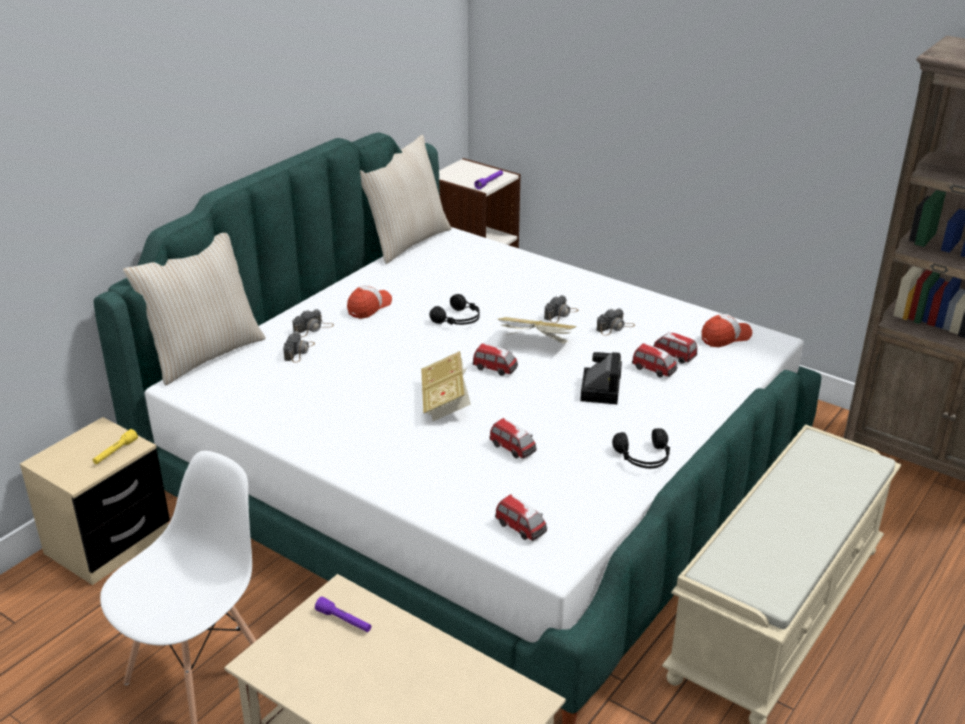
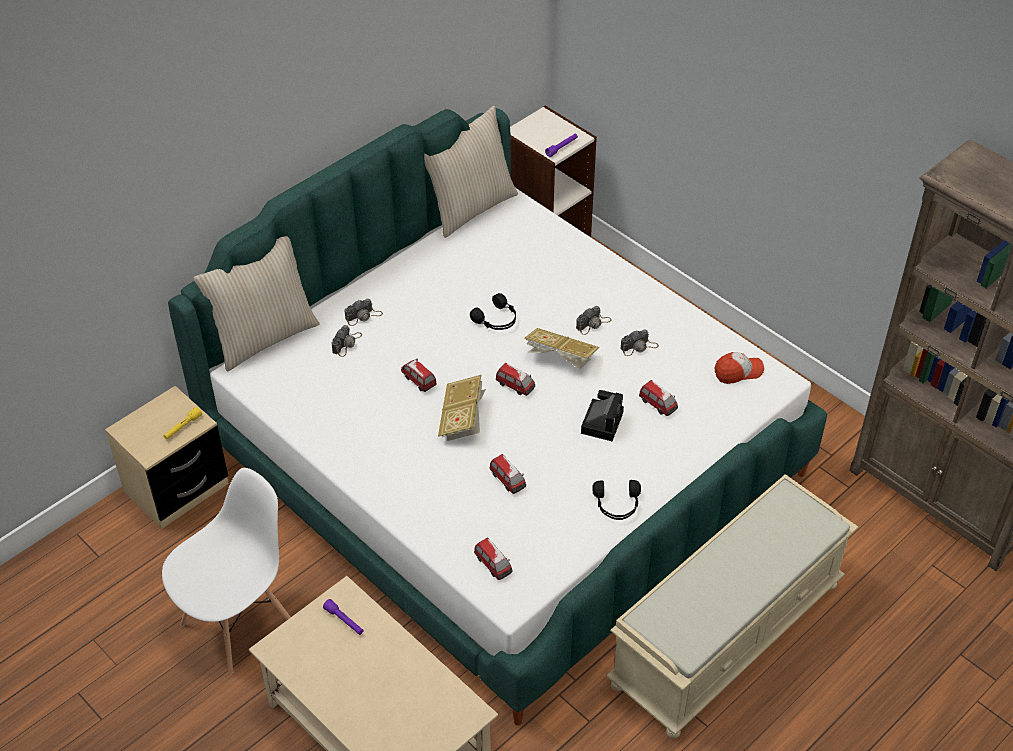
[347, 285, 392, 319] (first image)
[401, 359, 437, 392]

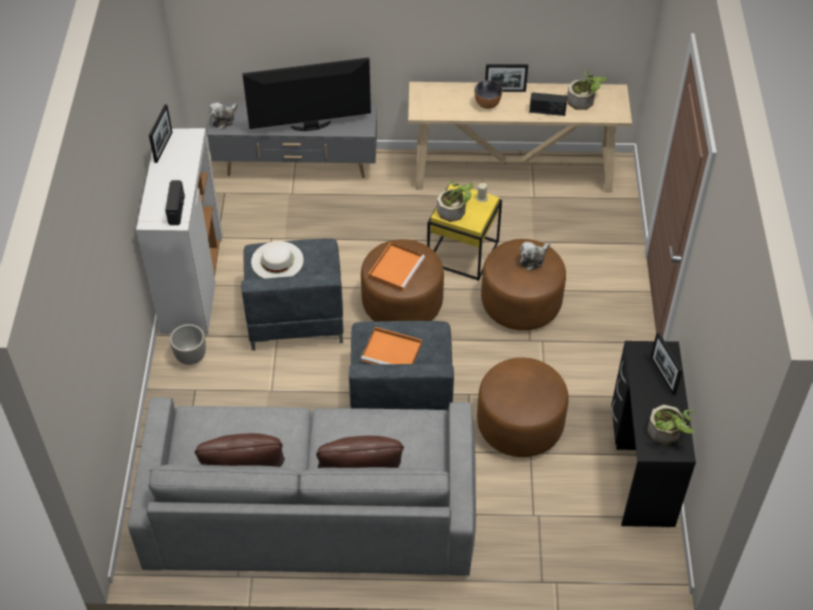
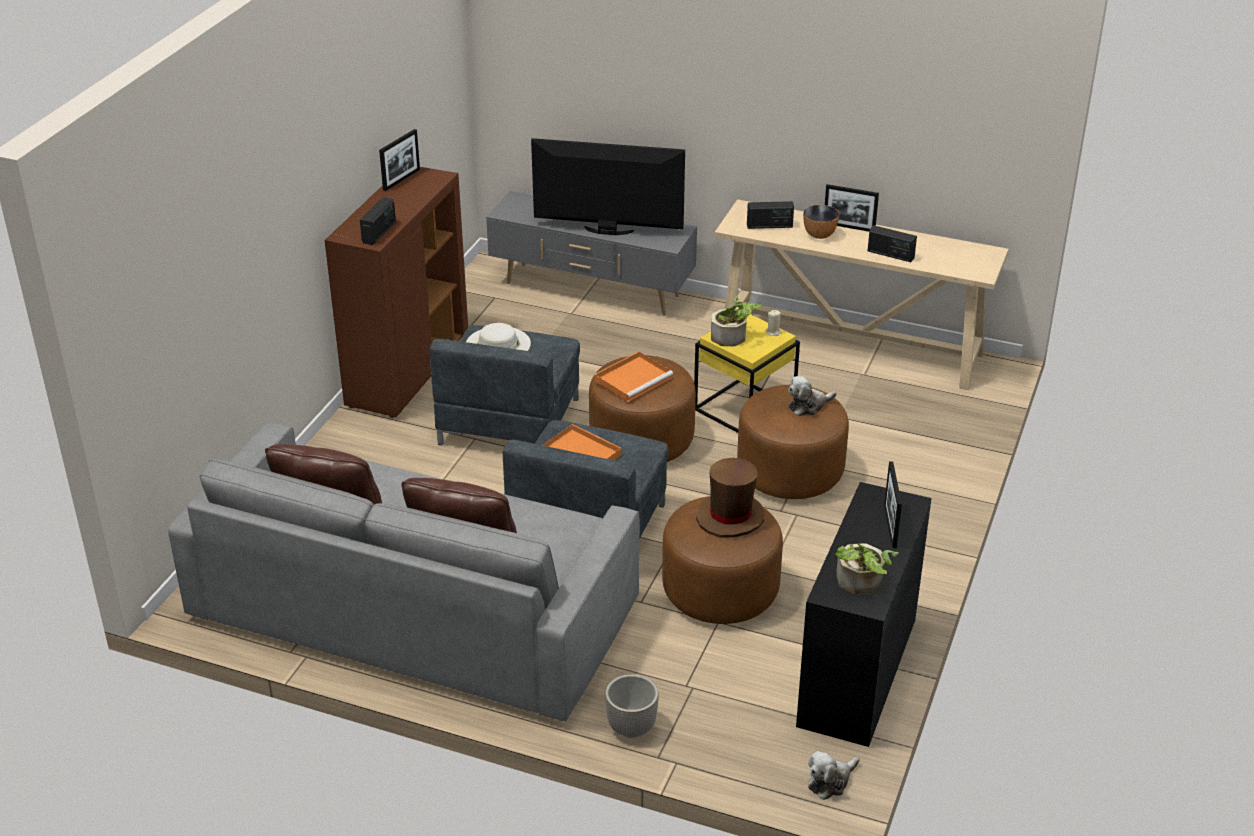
[567, 70, 606, 110] (first image)
[808, 751, 859, 800]
[324, 167, 468, 418]
[605, 674, 659, 738]
[747, 201, 794, 229]
[696, 458, 765, 538]

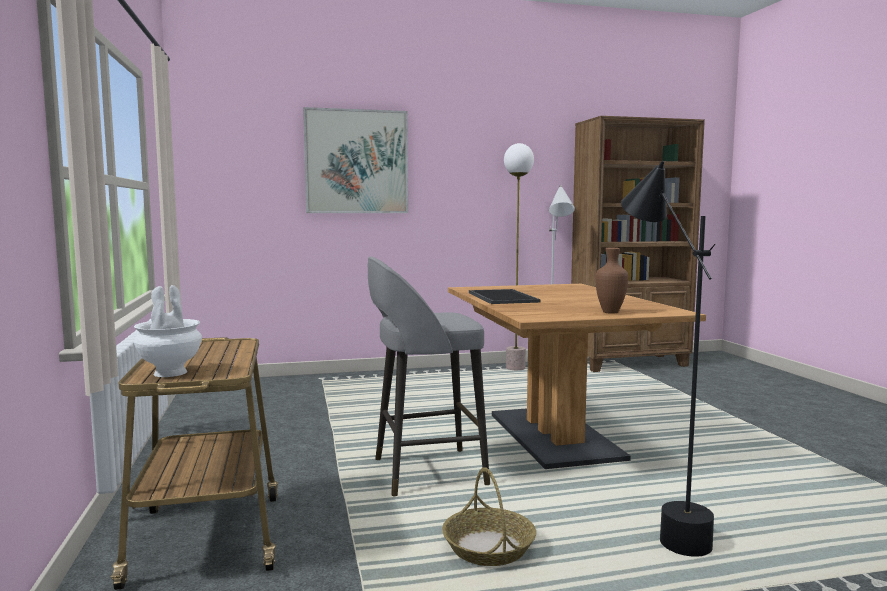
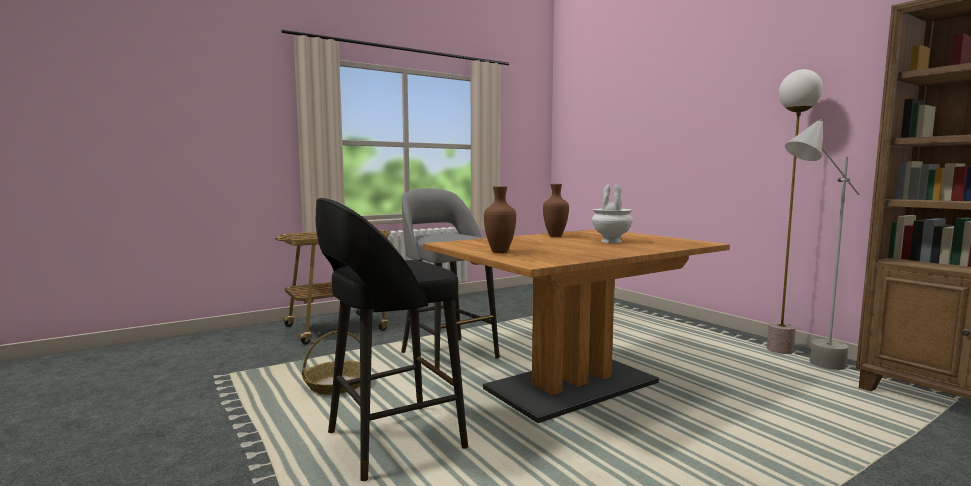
[303, 107, 408, 213] (first image)
[316, 198, 468, 481]
[592, 185, 633, 243]
[543, 184, 569, 237]

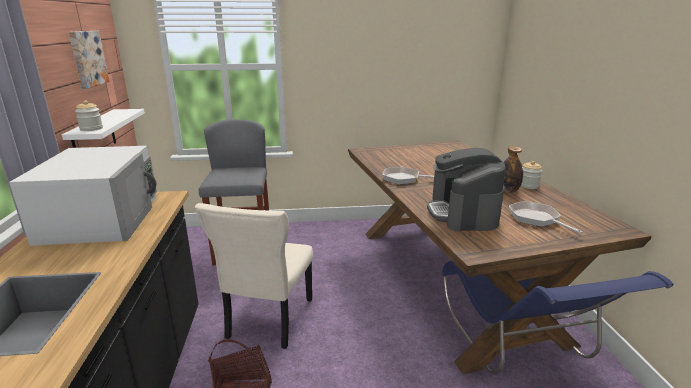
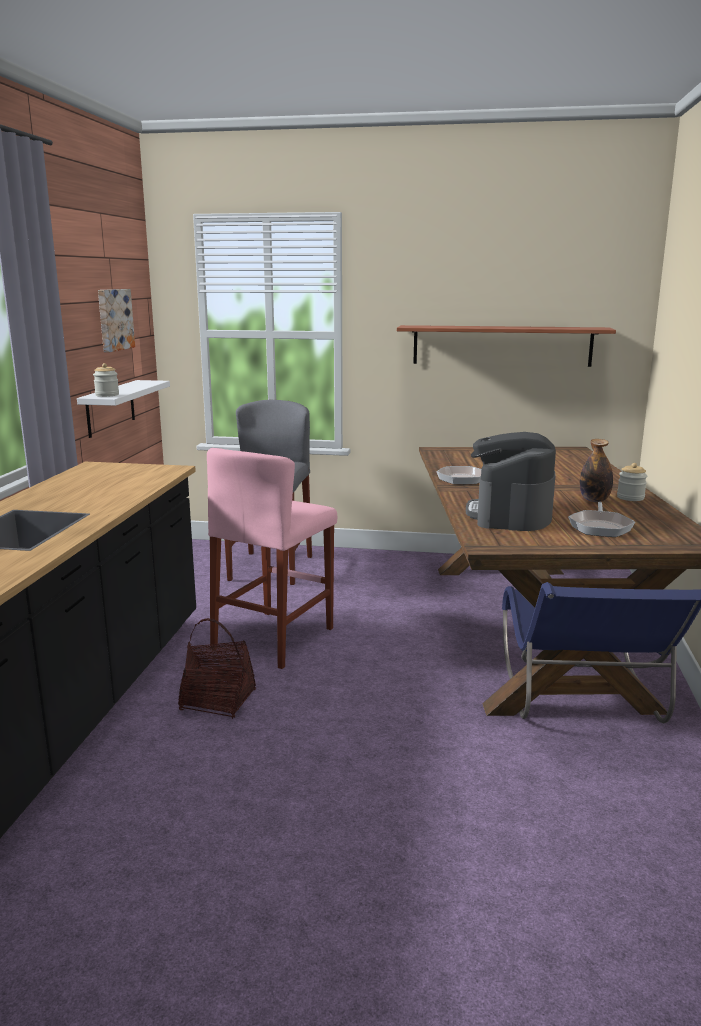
[9, 146, 157, 246] (first image)
[568, 502, 635, 537]
[207, 448, 337, 669]
[397, 325, 616, 367]

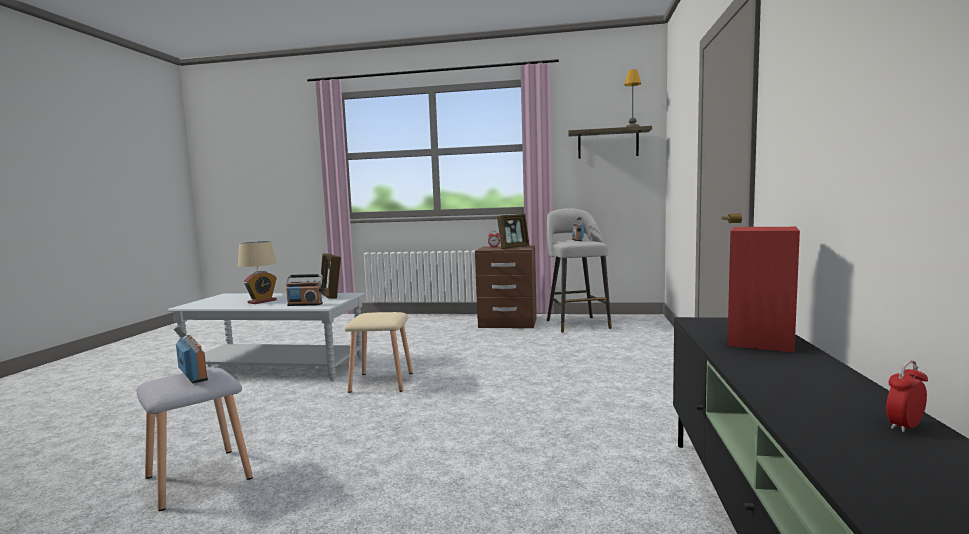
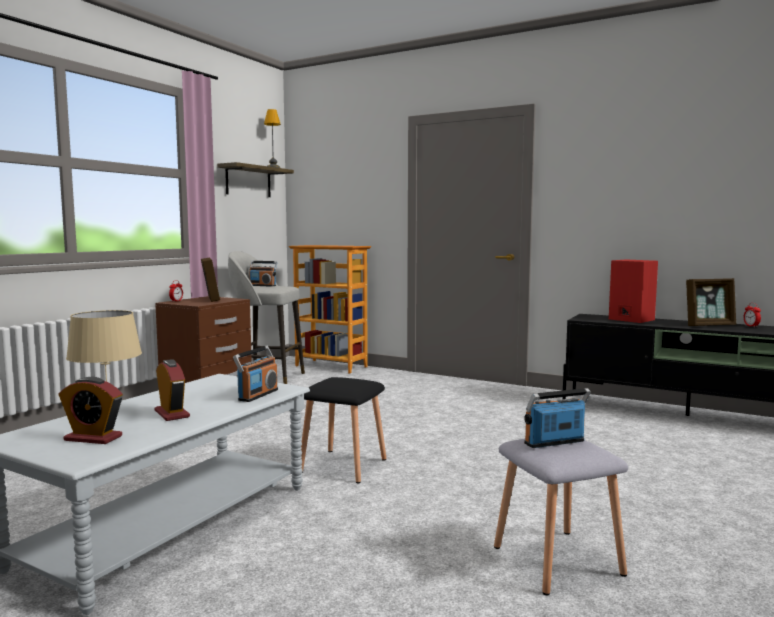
[686, 278, 736, 326]
[301, 377, 387, 483]
[289, 245, 372, 374]
[59, 377, 123, 444]

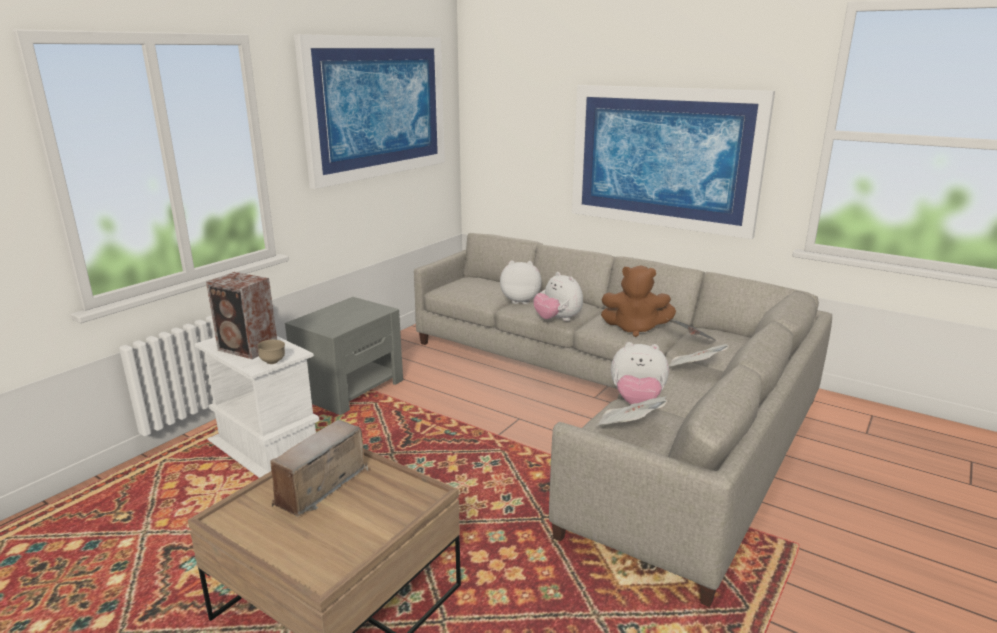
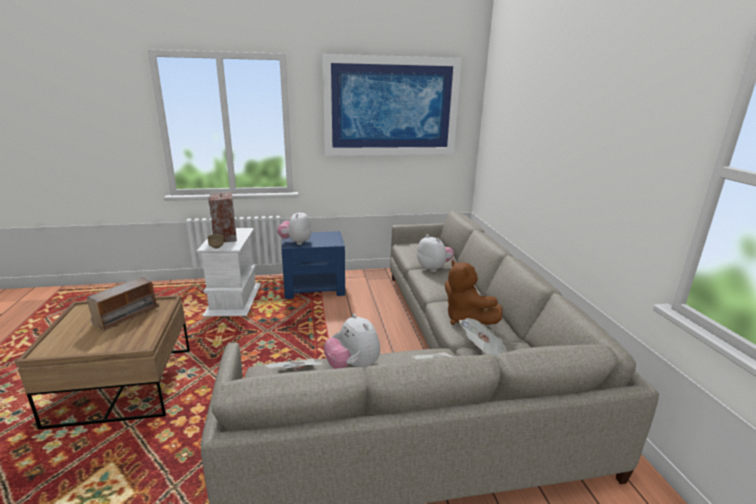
[572, 85, 775, 239] (first image)
[277, 210, 311, 245]
[282, 231, 345, 299]
[87, 277, 159, 331]

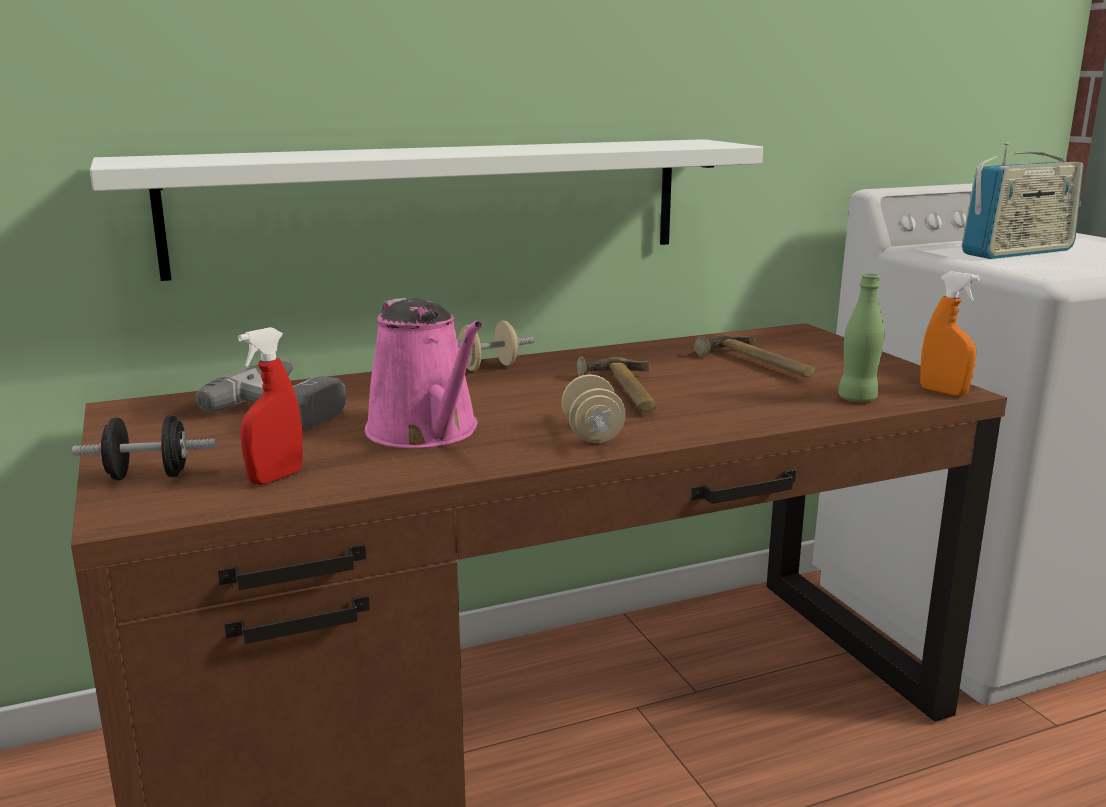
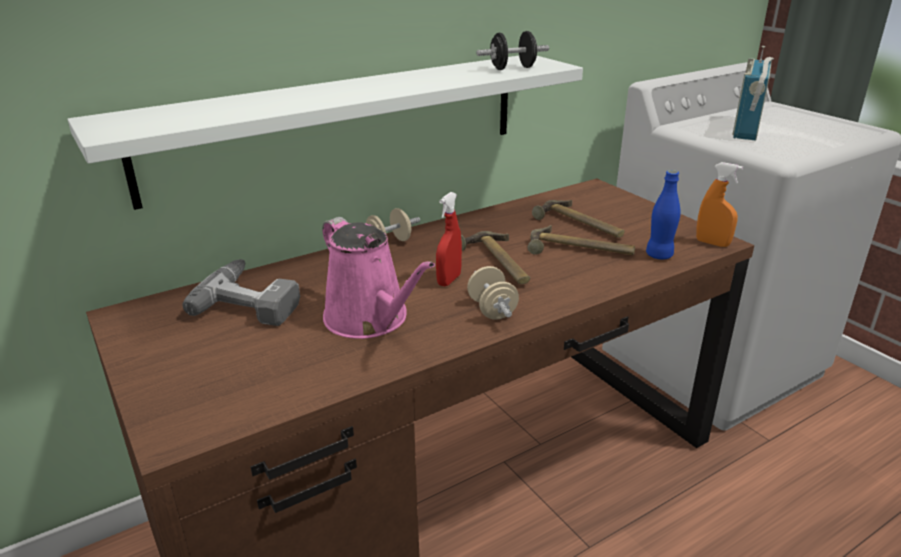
[733, 46, 774, 140]
[646, 170, 680, 259]
[436, 192, 462, 286]
[476, 31, 549, 70]
[528, 225, 635, 255]

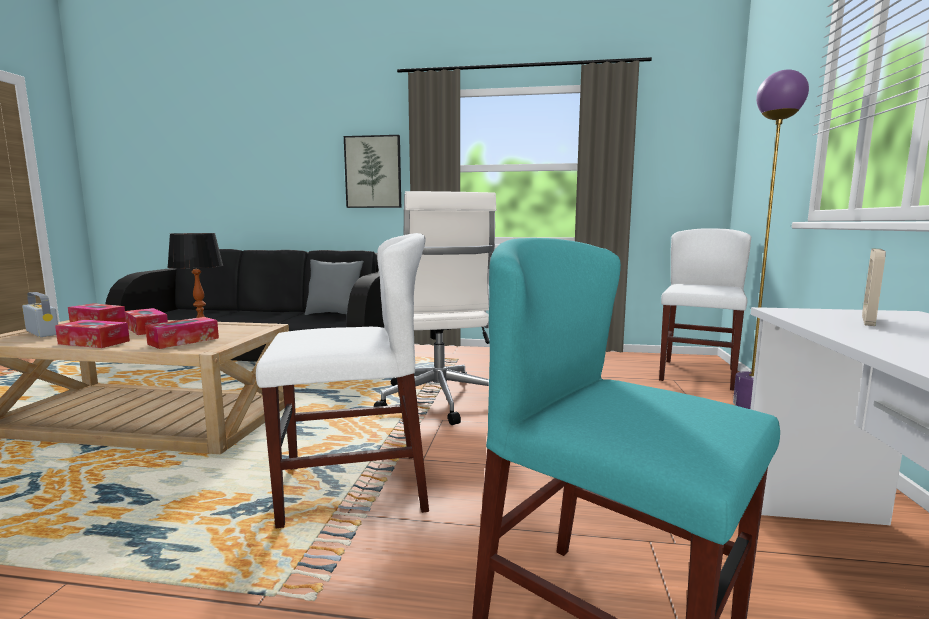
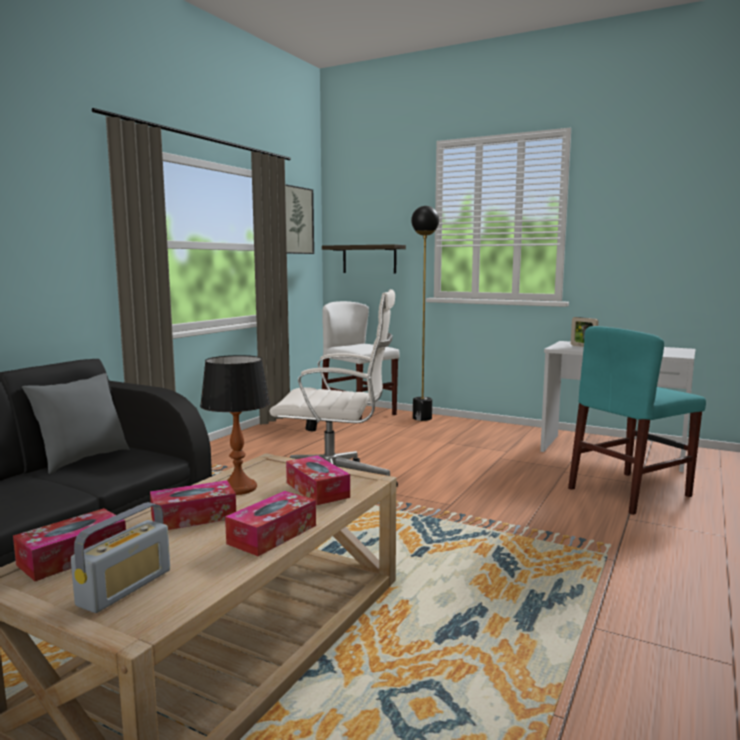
[411, 206, 439, 421]
[285, 184, 314, 254]
[256, 233, 429, 528] (first image)
[71, 502, 170, 613]
[322, 244, 406, 273]

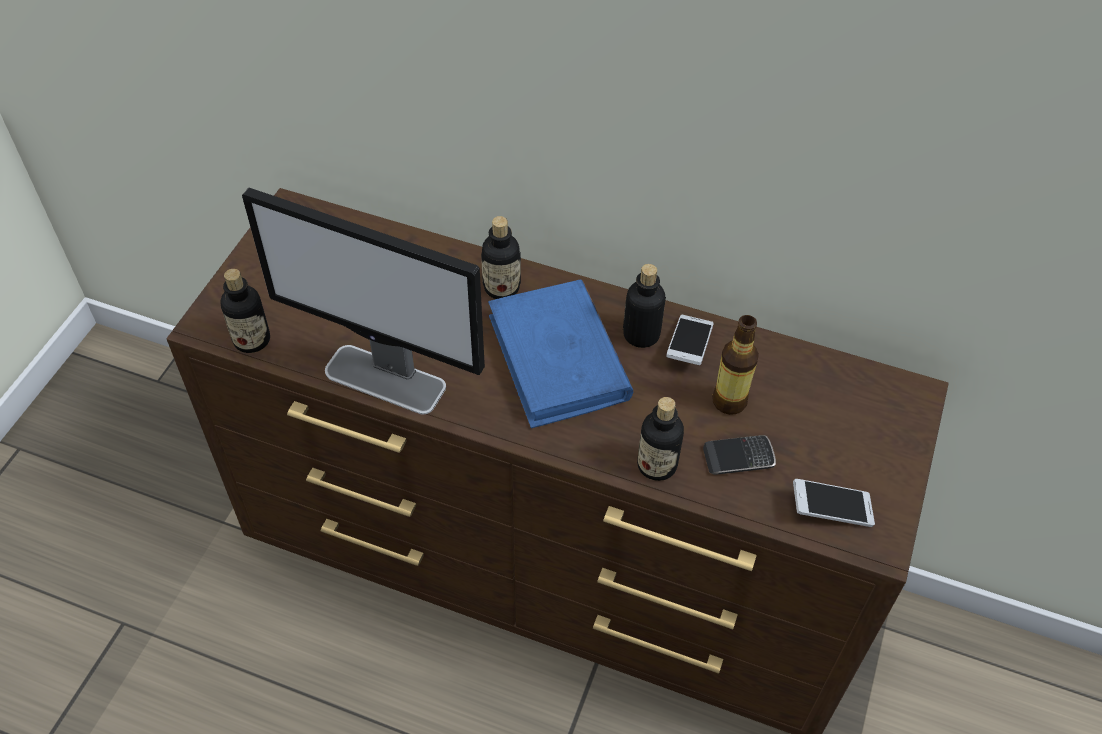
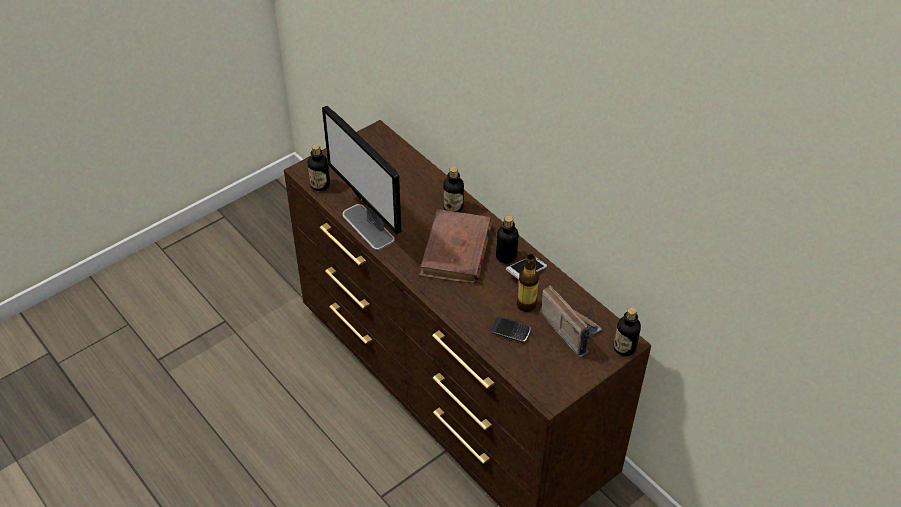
[419, 209, 493, 284]
[614, 307, 641, 356]
[793, 479, 875, 527] (first image)
[541, 286, 602, 357]

